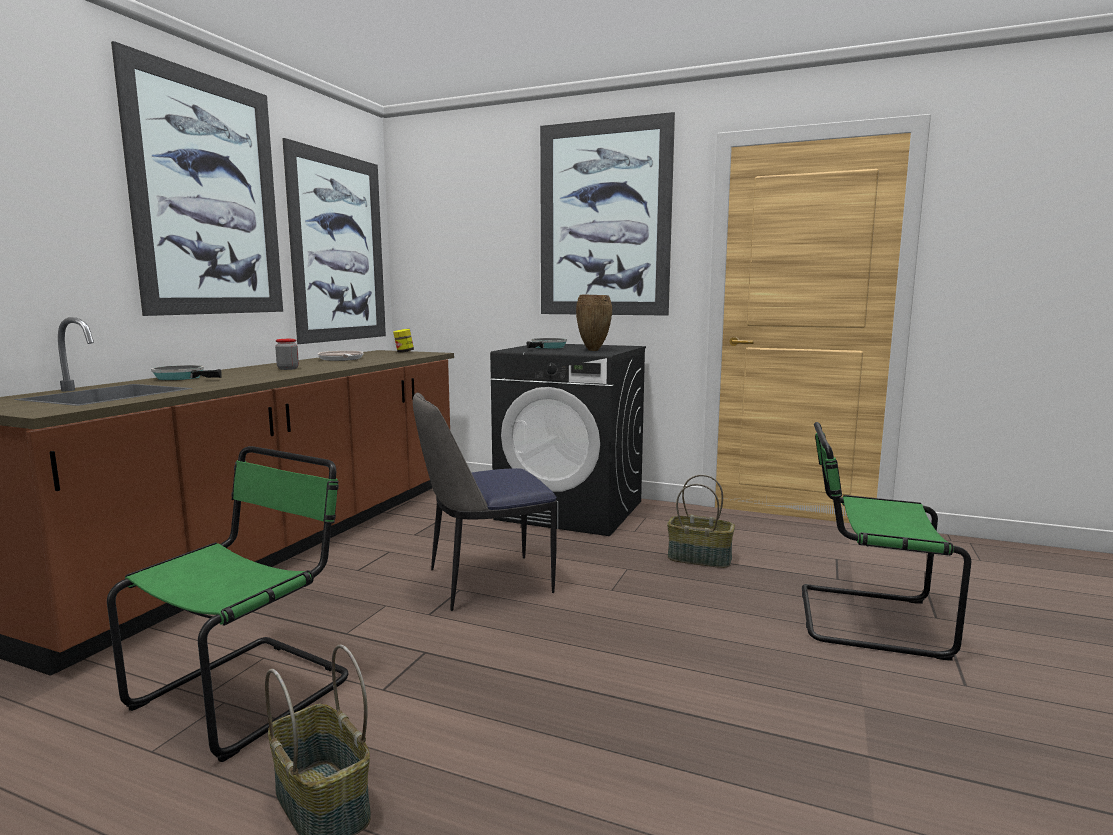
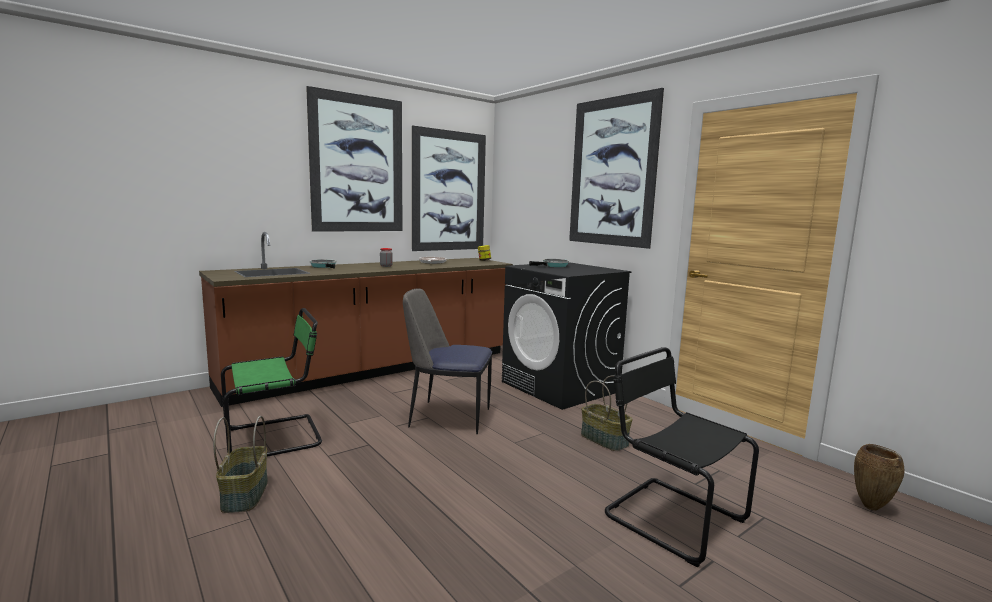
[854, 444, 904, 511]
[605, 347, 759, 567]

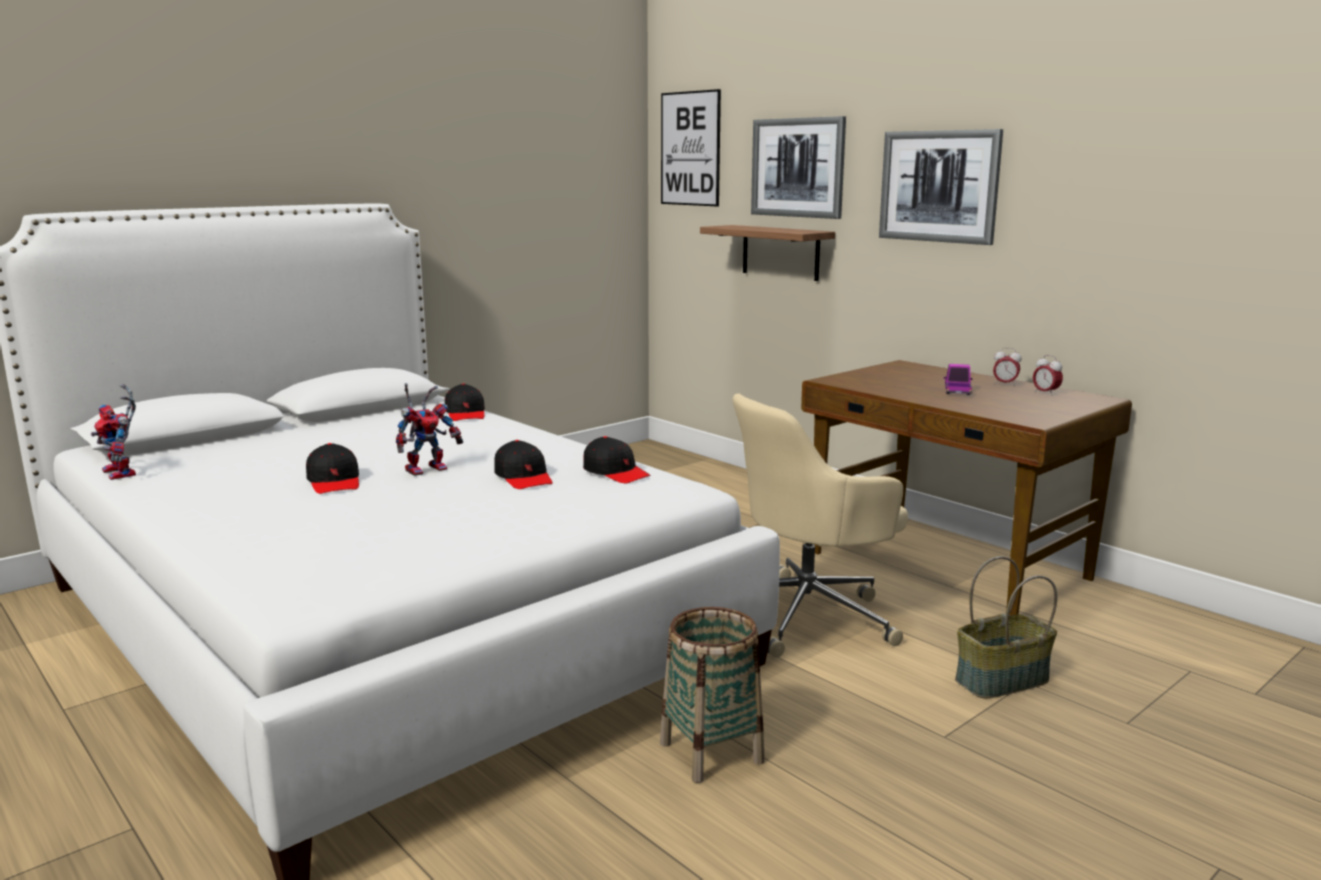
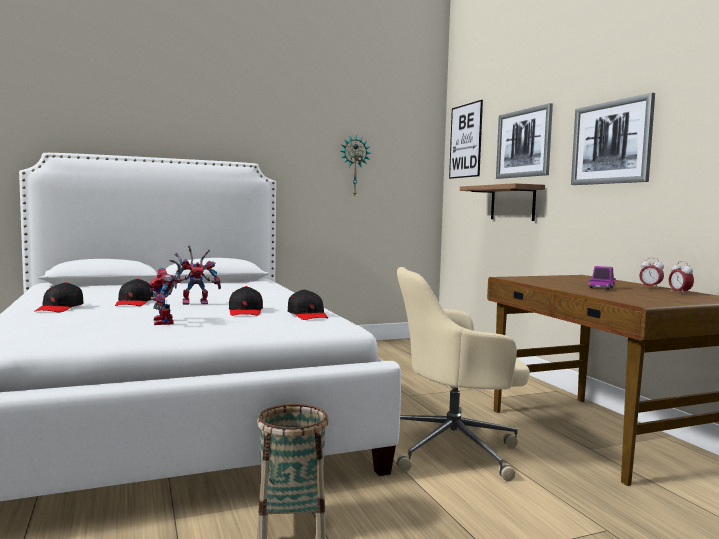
[150, 253, 182, 325]
[34, 282, 84, 313]
[955, 556, 1057, 699] (first image)
[340, 135, 370, 197]

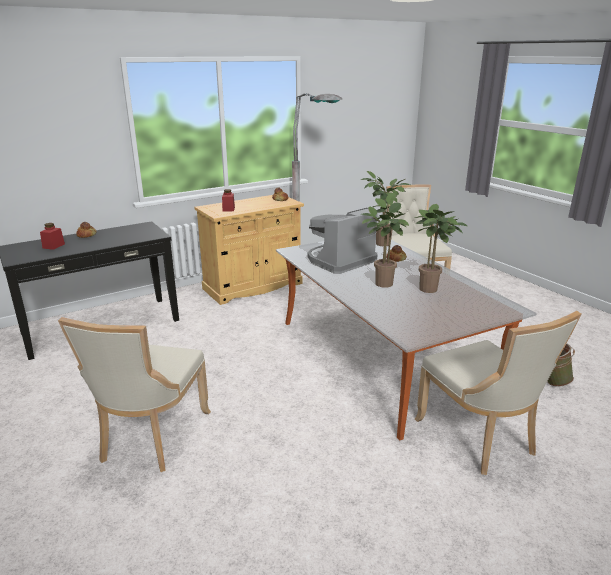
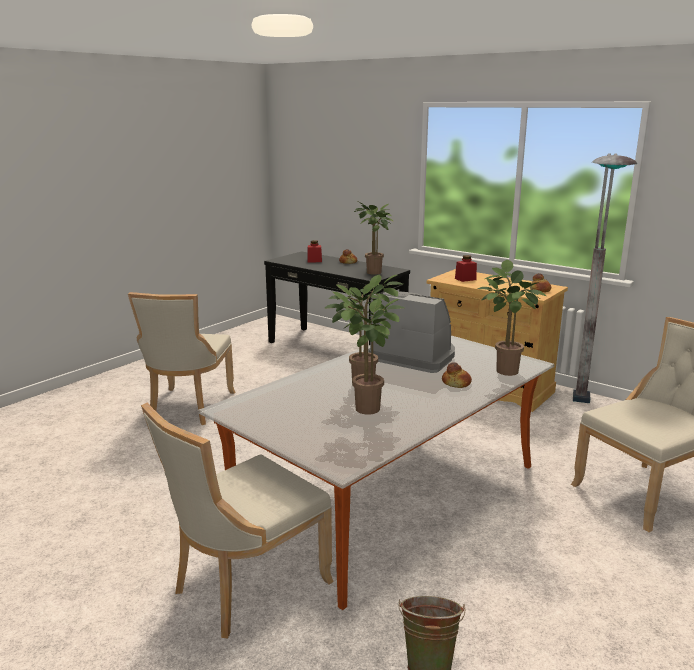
[128, 292, 235, 425]
[354, 201, 394, 275]

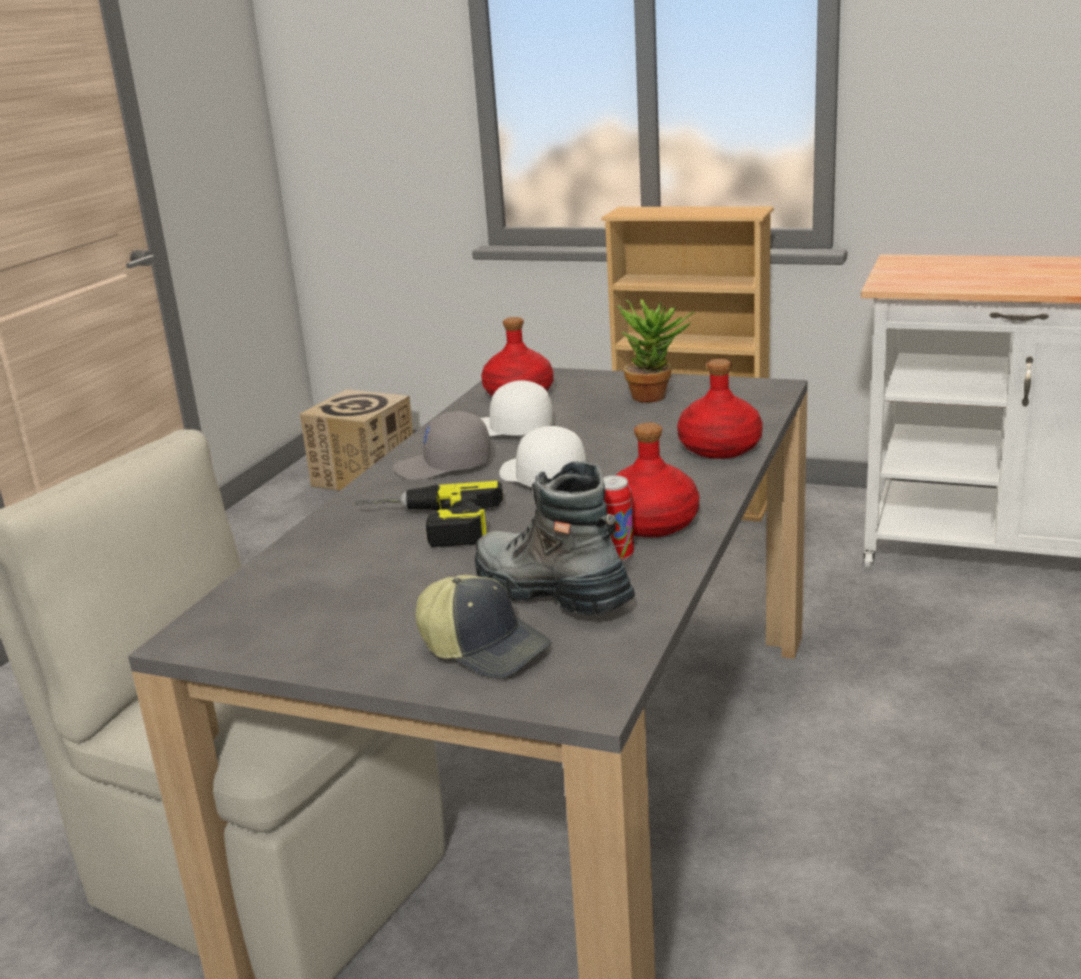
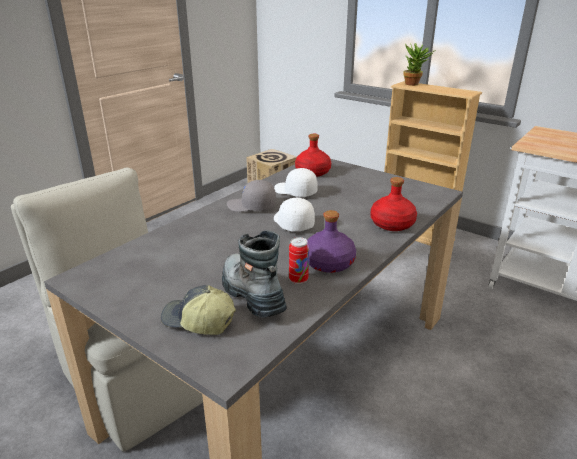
[403, 43, 436, 86]
[307, 210, 356, 273]
[355, 481, 503, 547] (first image)
[161, 285, 236, 335]

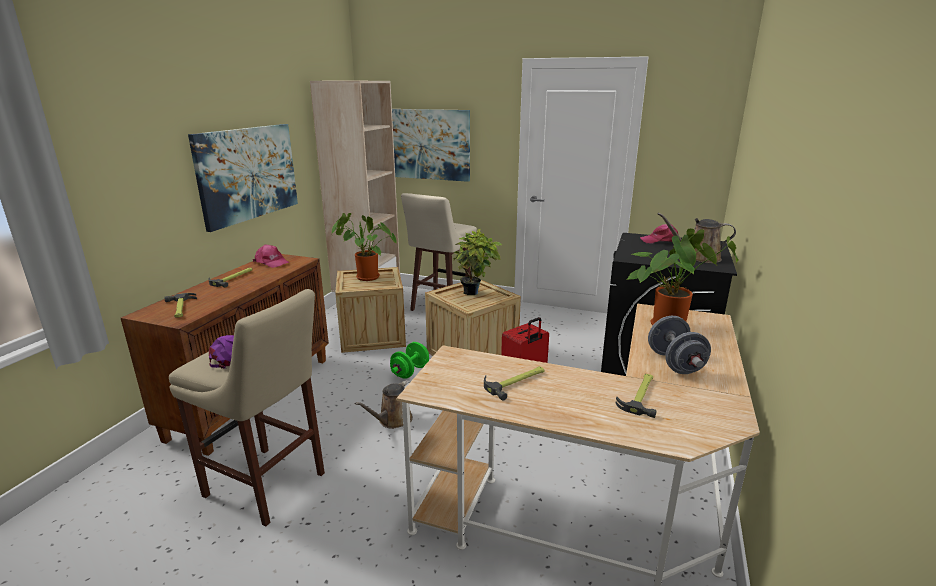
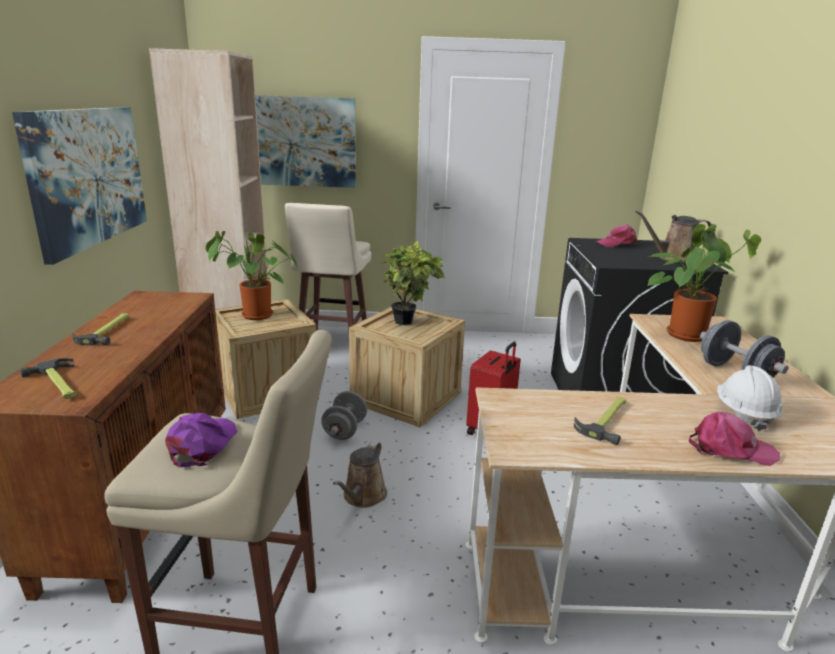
[689, 412, 780, 466]
[321, 391, 367, 440]
[717, 365, 783, 431]

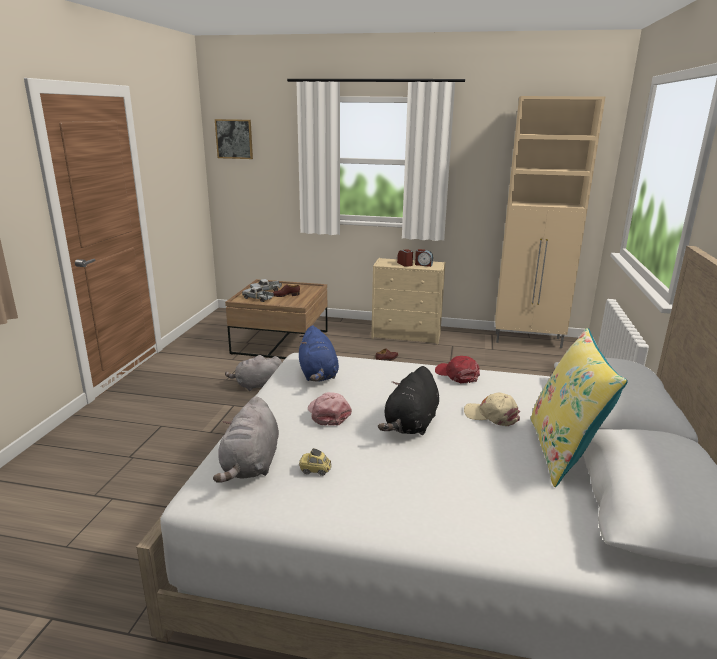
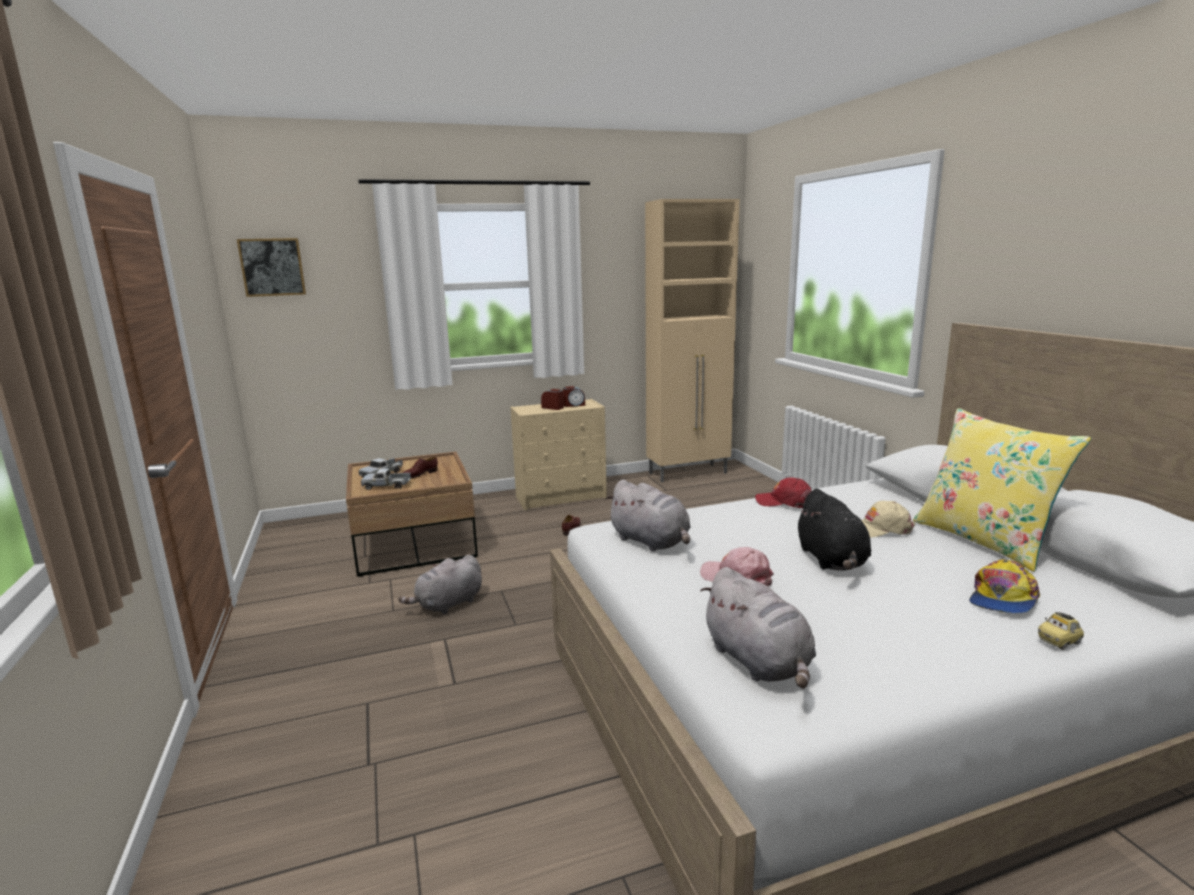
[605, 479, 691, 551]
[1038, 612, 1084, 650]
[969, 559, 1040, 613]

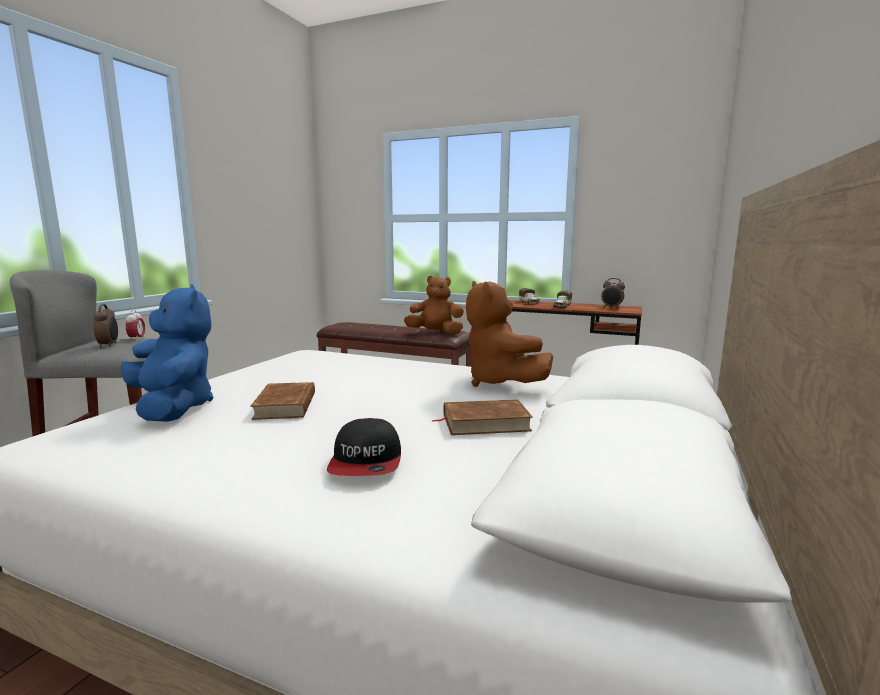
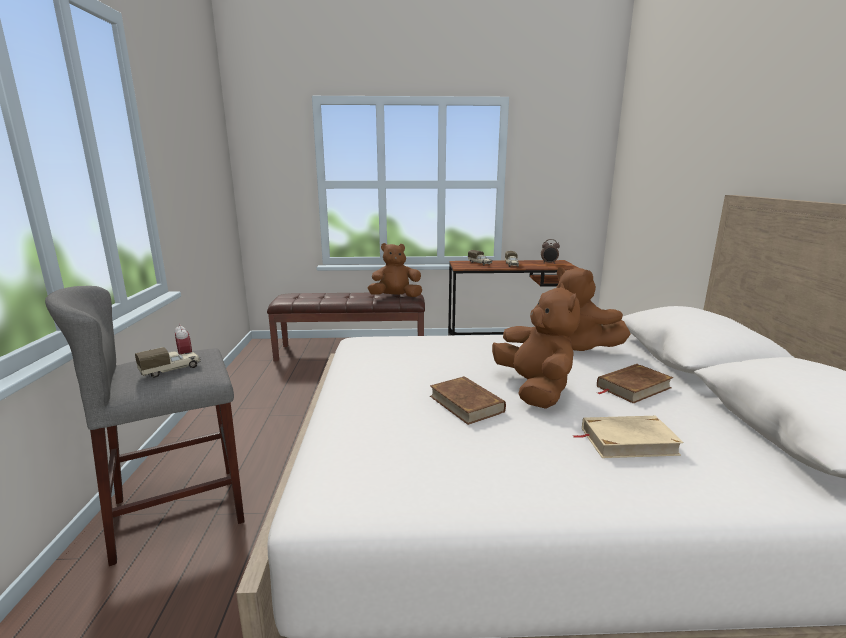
[121, 284, 214, 422] (first image)
[135, 347, 201, 377]
[572, 416, 684, 458]
[492, 283, 580, 409]

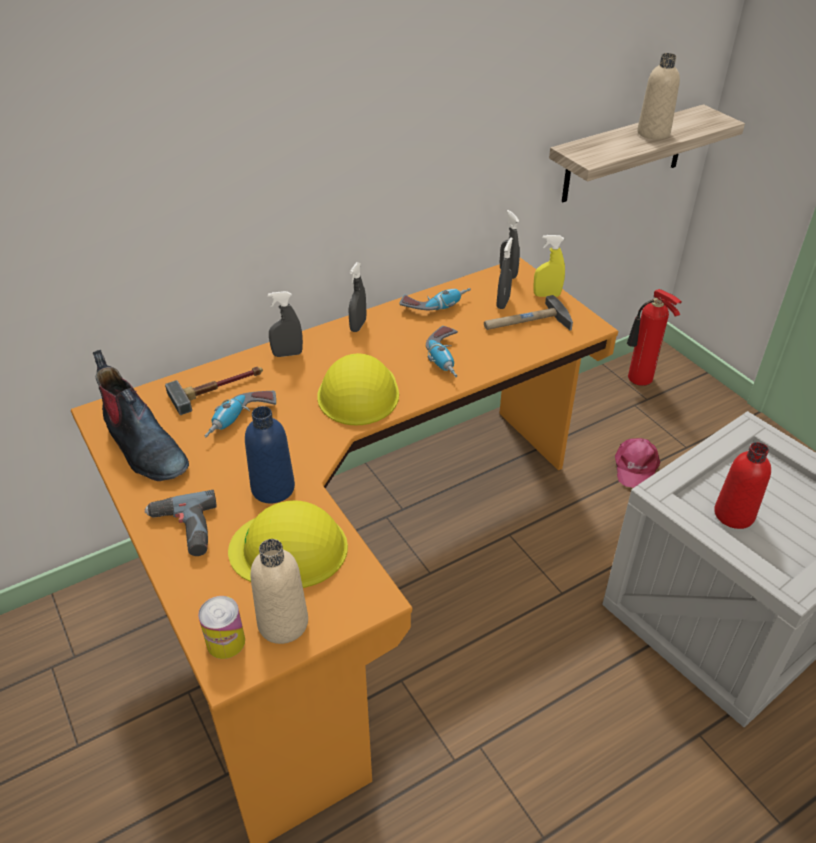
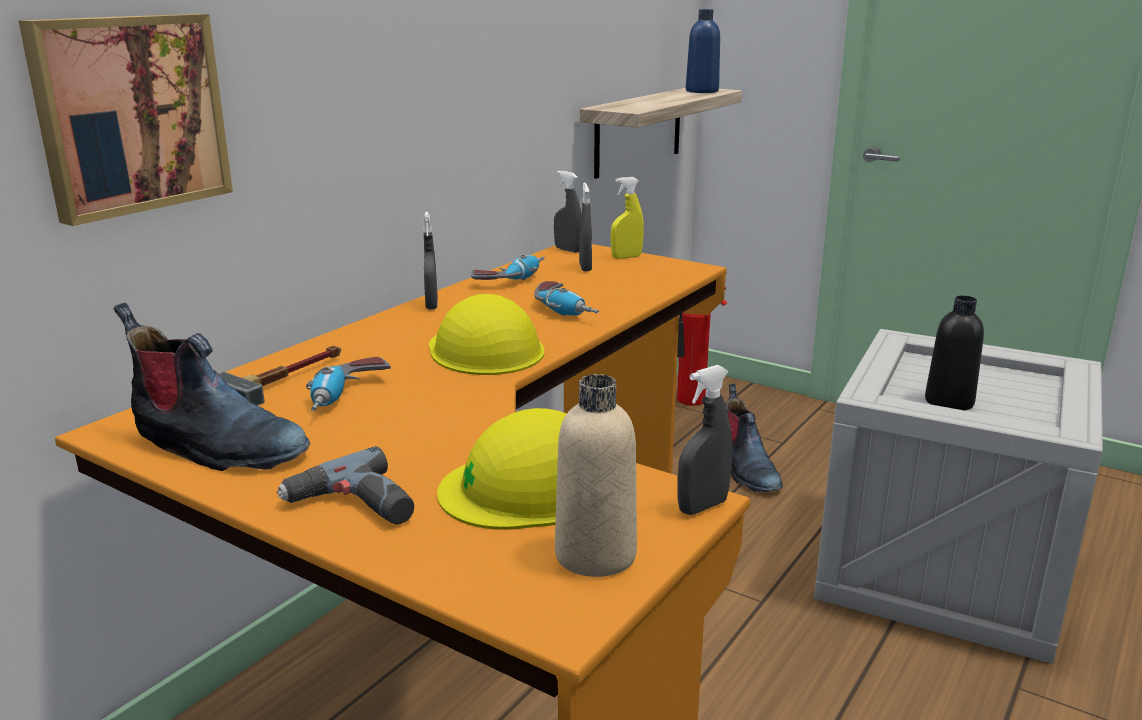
[637, 53, 680, 140] (first image)
[677, 365, 733, 515]
[484, 295, 573, 330] (first image)
[686, 9, 720, 93]
[726, 384, 783, 492]
[925, 296, 984, 410]
[198, 596, 245, 659] (first image)
[18, 14, 233, 226]

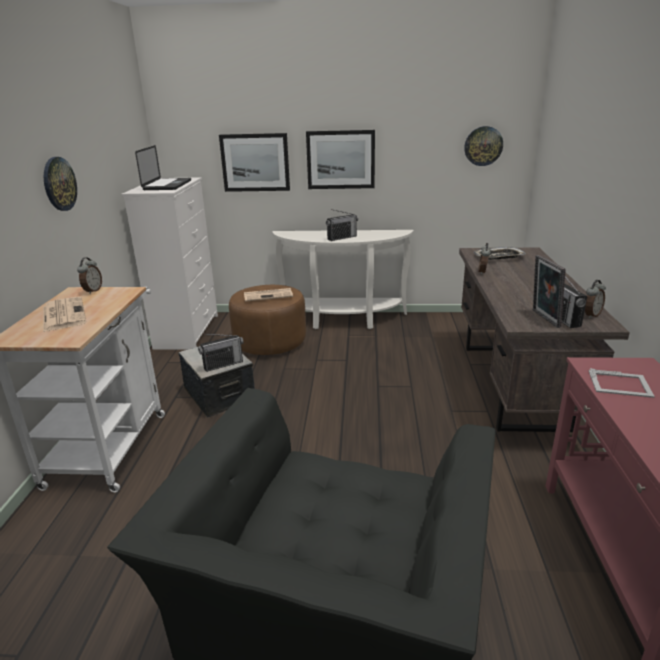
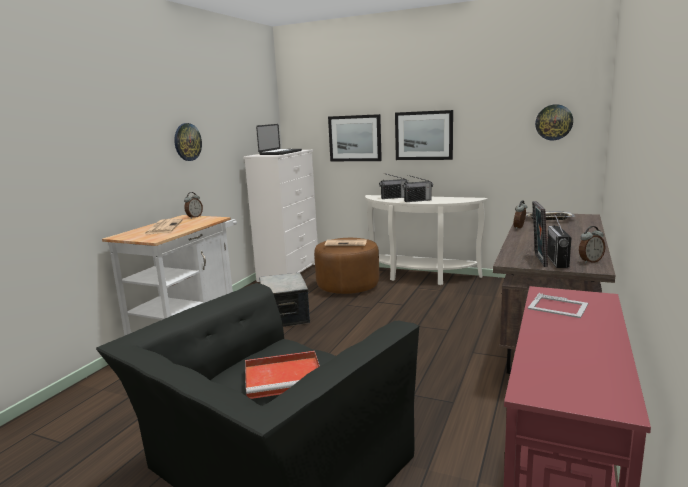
[379, 173, 409, 199]
[245, 351, 320, 399]

